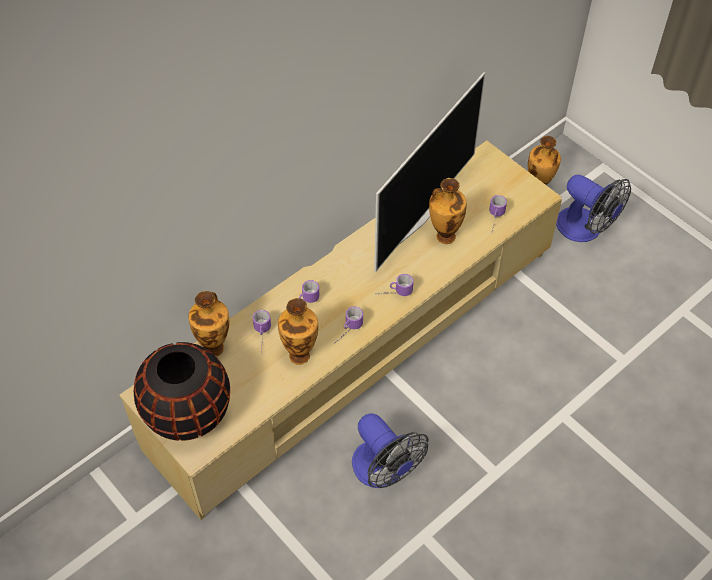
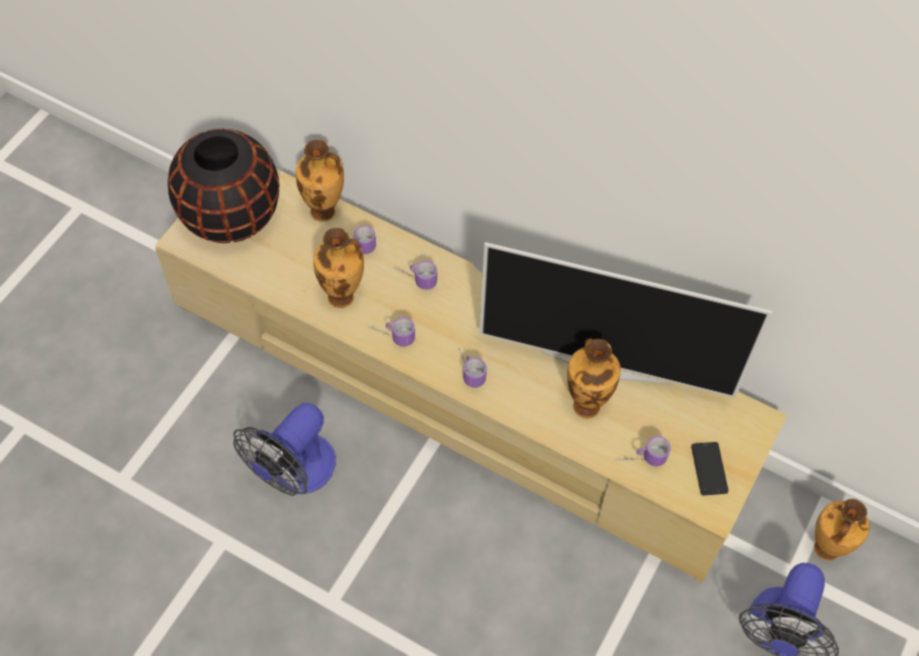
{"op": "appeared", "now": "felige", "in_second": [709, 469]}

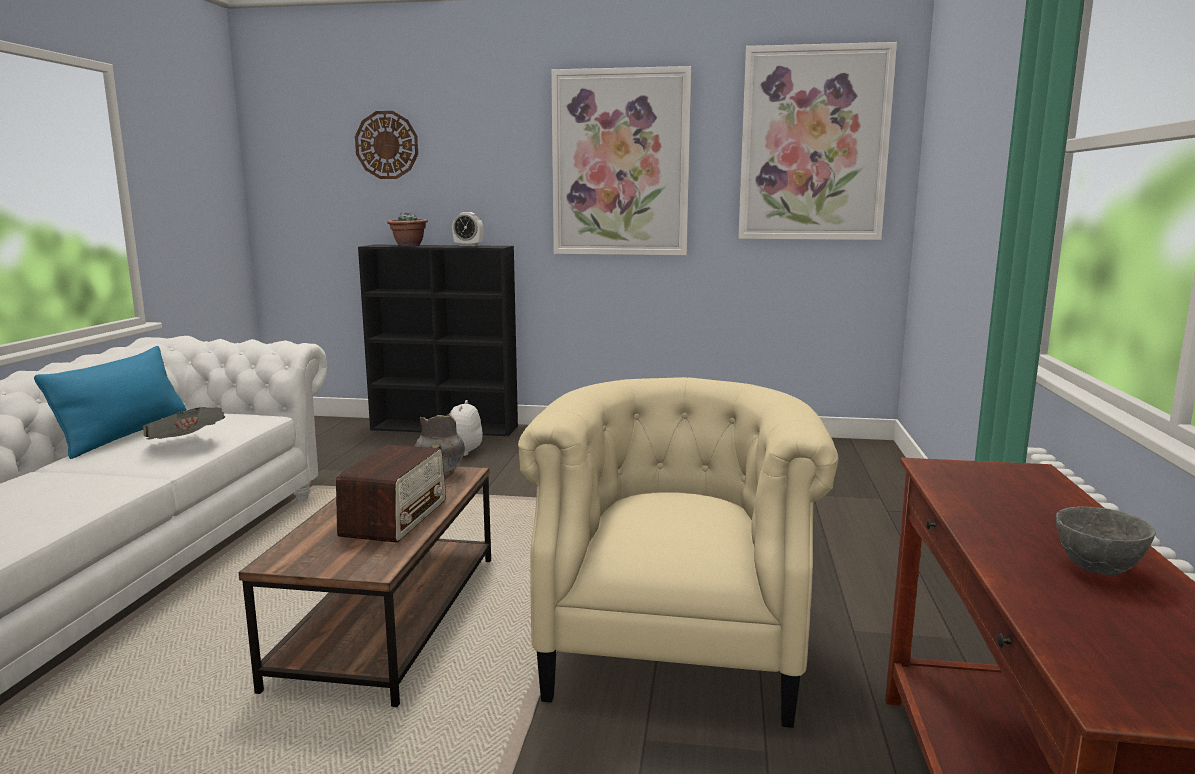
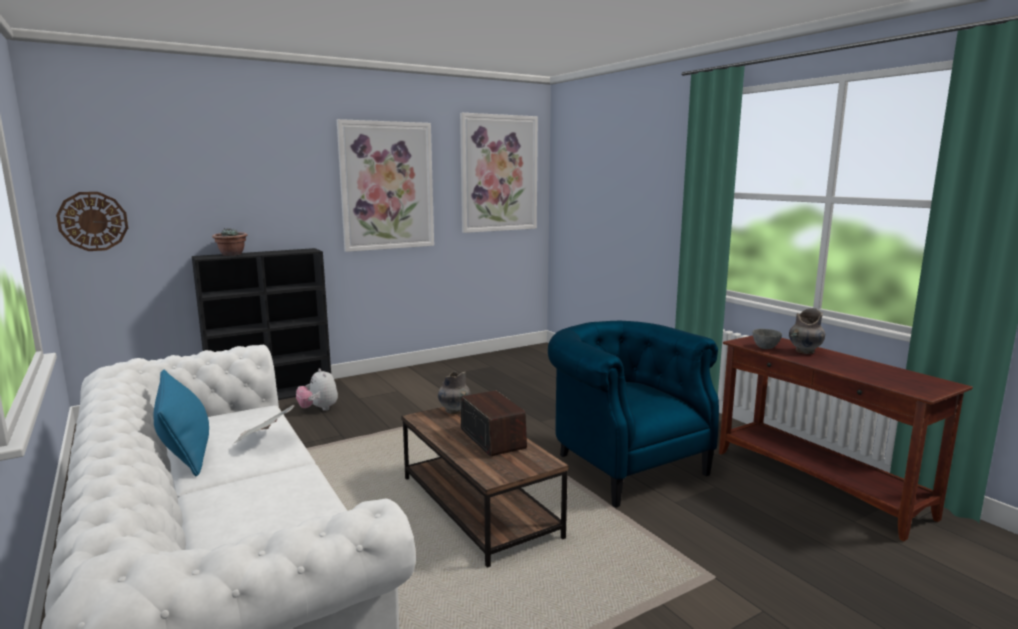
{"op": "relocated", "was": "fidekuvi", "in_first": [387, 145], "in_second": [93, 221]}
{"op": "missing", "was": "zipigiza", "in_first": [468, 246]}
{"op": "colour", "was": "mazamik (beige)", "now": "mazamik (blue)", "in_first": [674, 646], "in_second": [622, 464]}
{"op": "relocated", "was": "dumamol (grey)", "in_first": [1099, 570], "in_second": [766, 348]}
{"op": "appeared", "now": "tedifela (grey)", "in_second": [804, 351]}

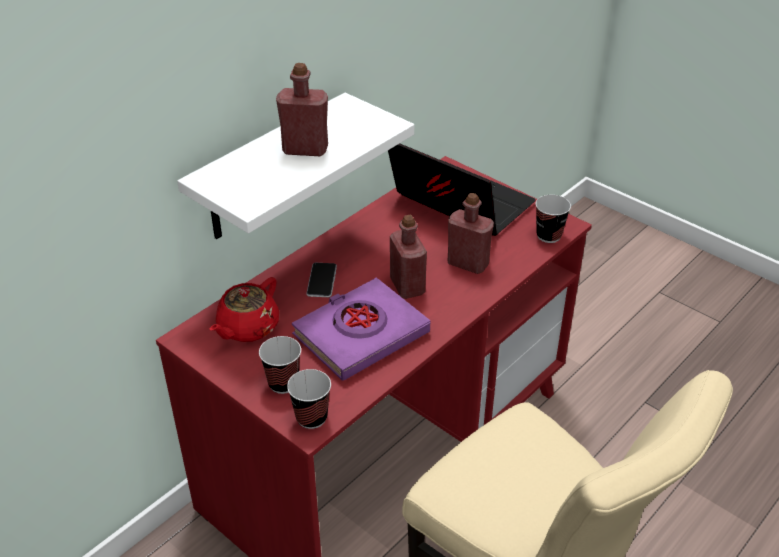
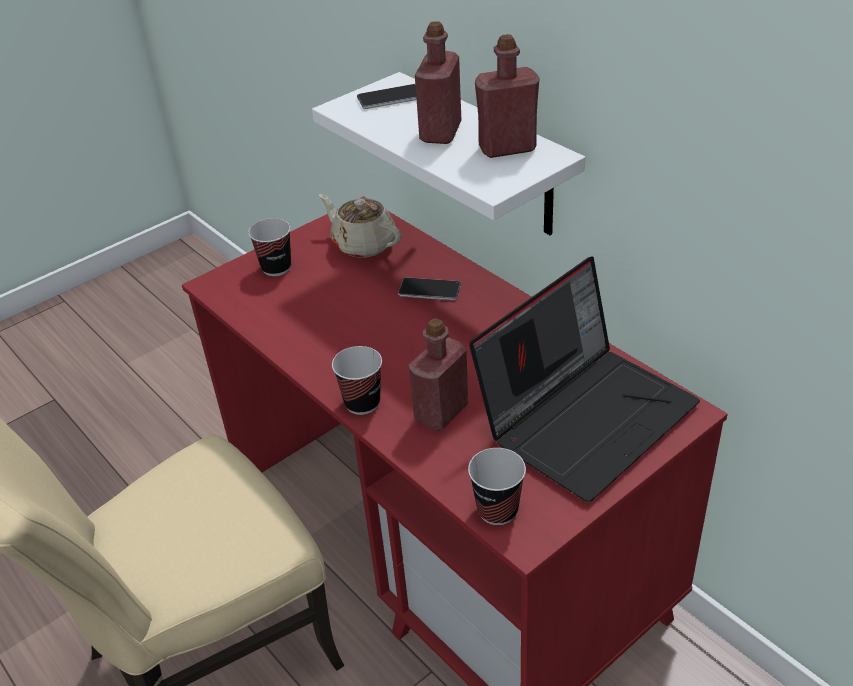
{"op": "colour", "was": "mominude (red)", "now": "mominude (beige)", "in_first": [247, 328], "in_second": [363, 244]}
{"op": "relocated", "was": "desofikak", "in_first": [311, 417], "in_second": [362, 403]}
{"op": "missing", "was": "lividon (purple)", "in_first": [360, 334]}
{"op": "relocated", "was": "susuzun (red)", "in_first": [407, 286], "in_second": [507, 148]}
{"op": "appeared", "now": "felige", "in_second": [390, 98]}

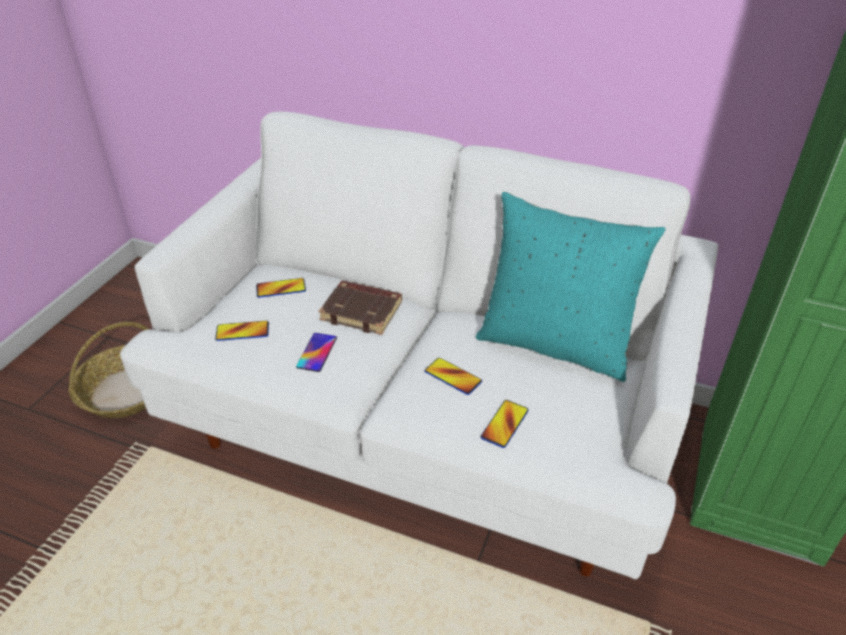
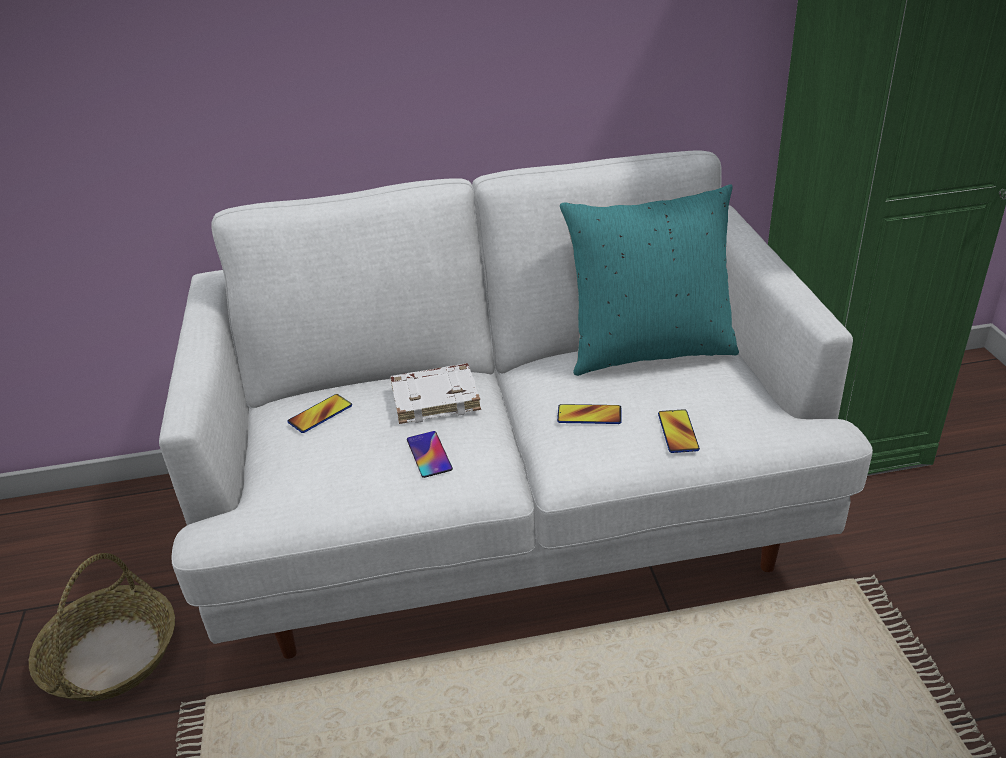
{"op": "missing", "was": "felige", "in_first": [242, 332]}
{"op": "colour", "was": "lividon (brown)", "now": "lividon (white)", "in_first": [363, 311], "in_second": [436, 398]}

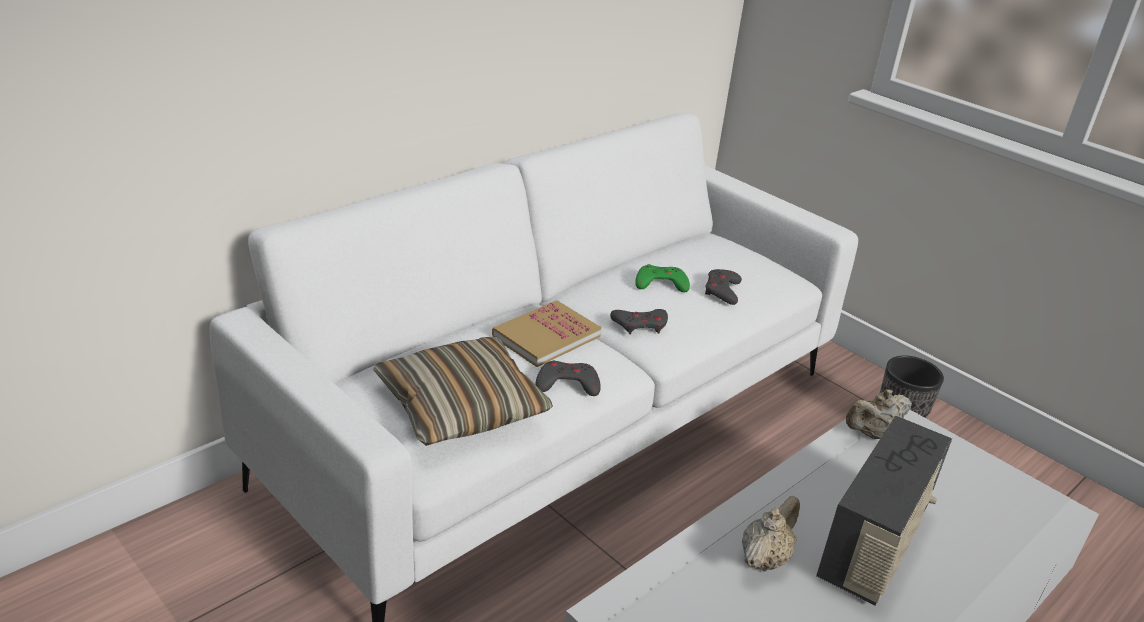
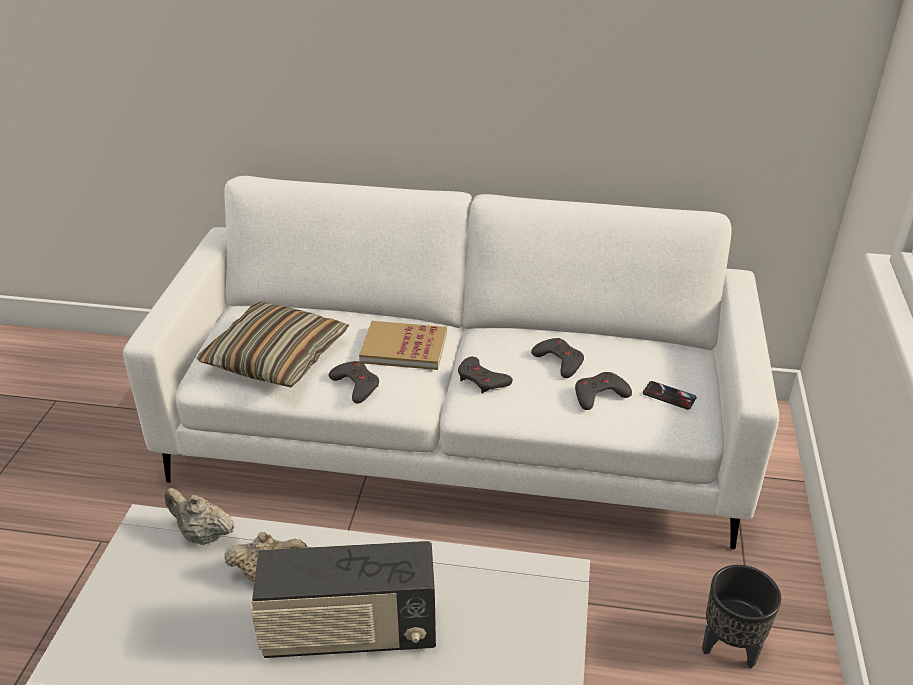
{"op": "colour", "was": "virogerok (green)", "now": "virogerok (grey)", "in_first": [660, 283], "in_second": [559, 361]}
{"op": "relocated", "was": "mominude (beige)", "in_first": [872, 434], "in_second": [203, 535]}
{"op": "appeared", "now": "felige", "in_second": [669, 396]}

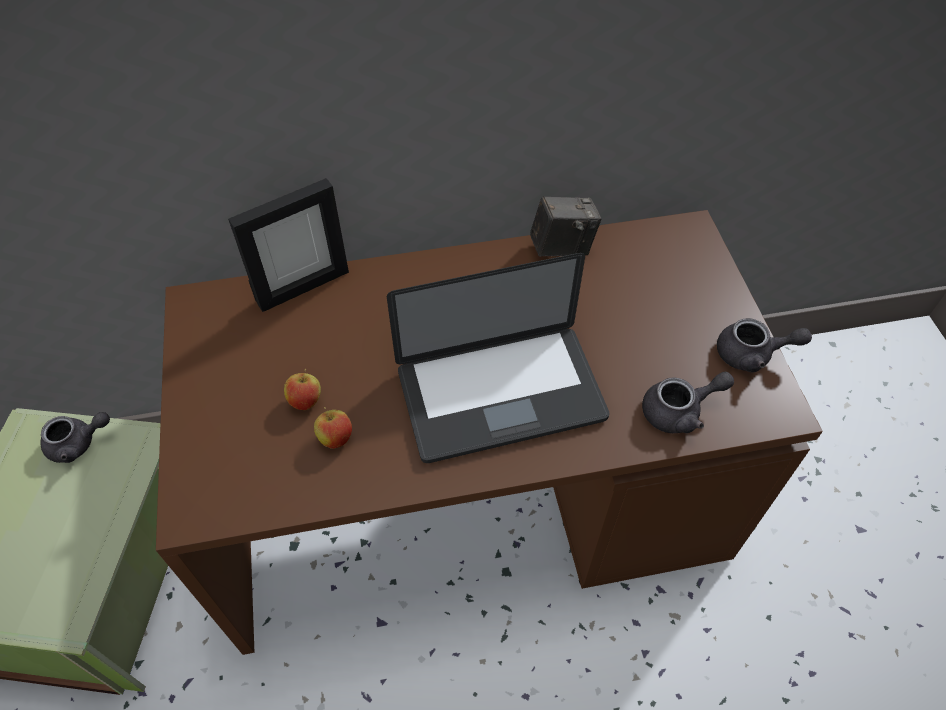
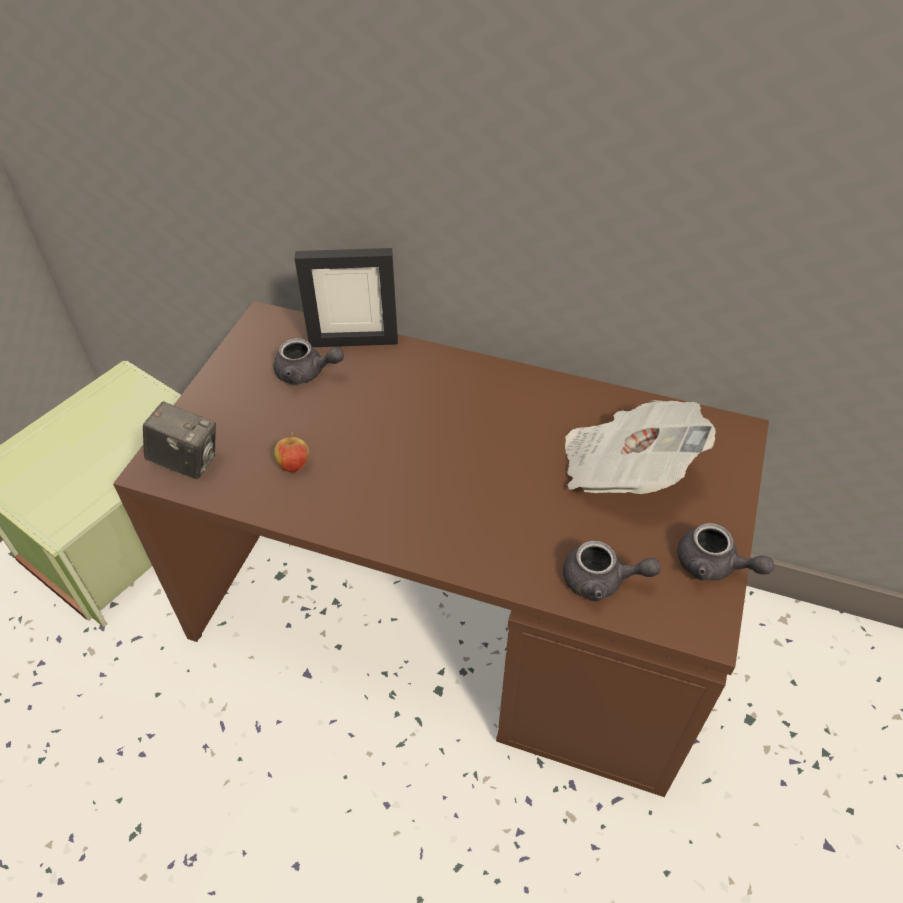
{"op": "relocated", "was": "mominude (grey)", "in_first": [78, 443], "in_second": [306, 373]}
{"op": "missing", "was": "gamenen", "in_first": [306, 401]}
{"op": "missing", "was": "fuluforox", "in_first": [500, 394]}
{"op": "relocated", "was": "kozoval", "in_first": [561, 247], "in_second": [187, 461]}
{"op": "appeared", "now": "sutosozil", "in_second": [625, 469]}

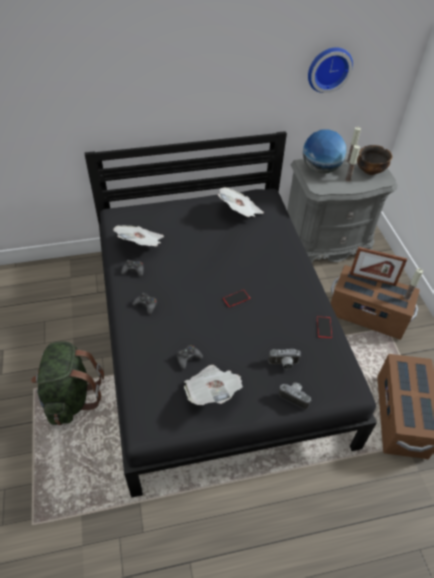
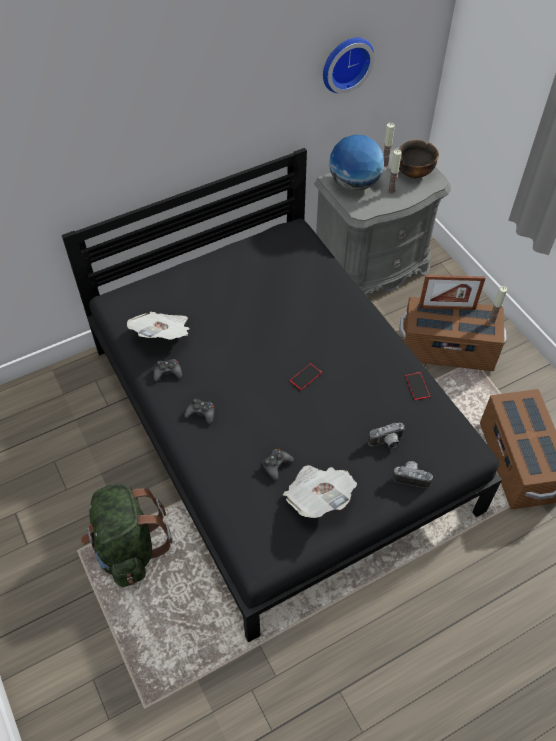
{"op": "missing", "was": "sutosozil", "in_first": [240, 212]}

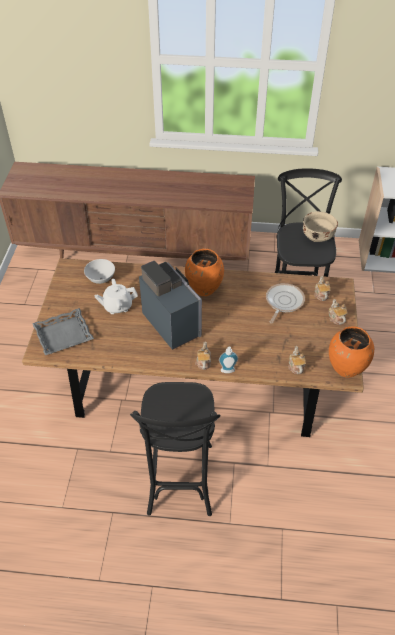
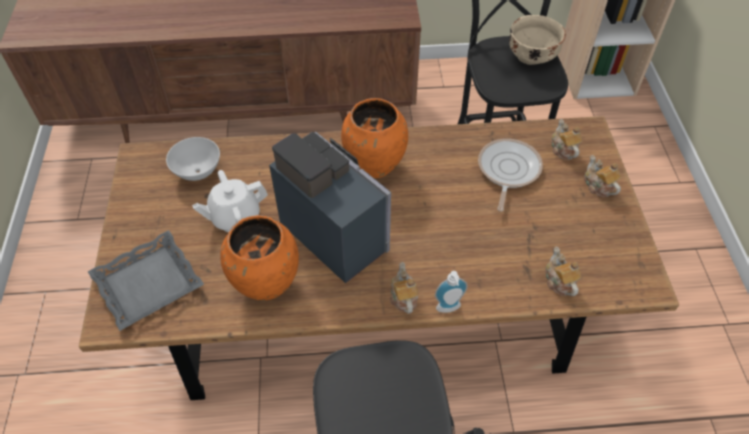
{"op": "relocated", "was": "tedifela (orange)", "in_first": [346, 370], "in_second": [267, 286]}

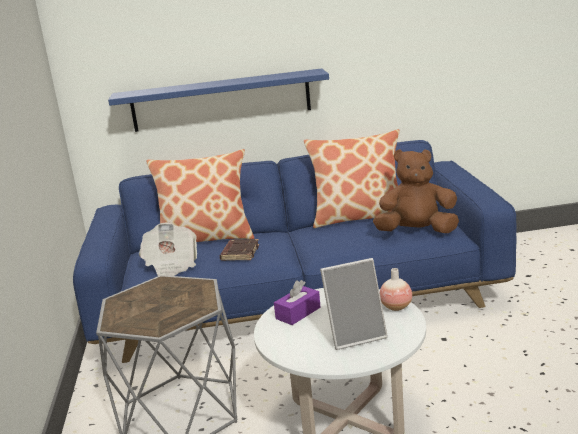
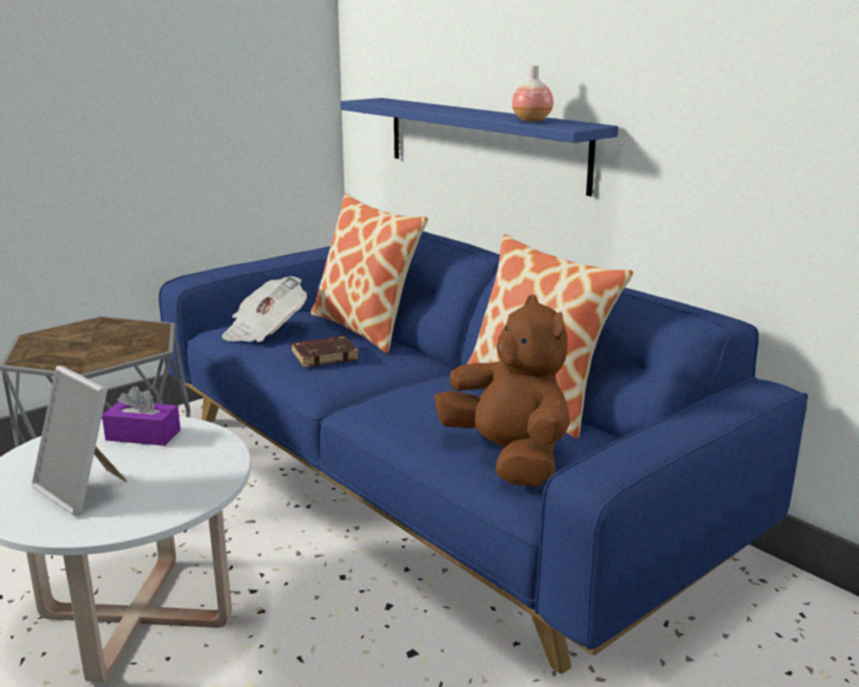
{"op": "relocated", "was": "tedifela", "in_first": [396, 307], "in_second": [531, 120]}

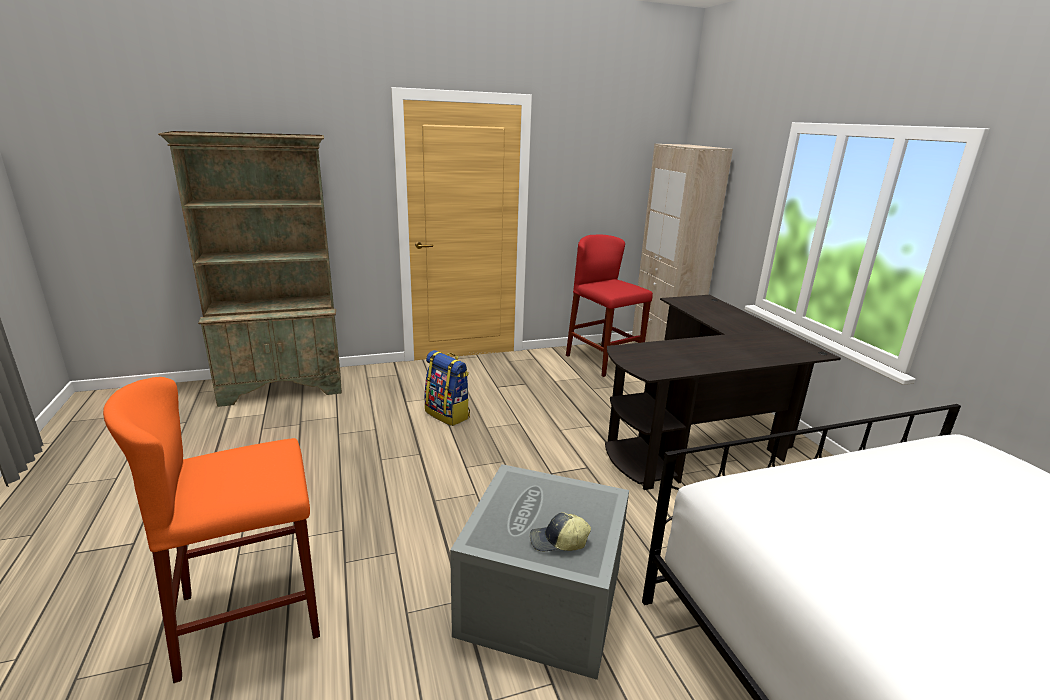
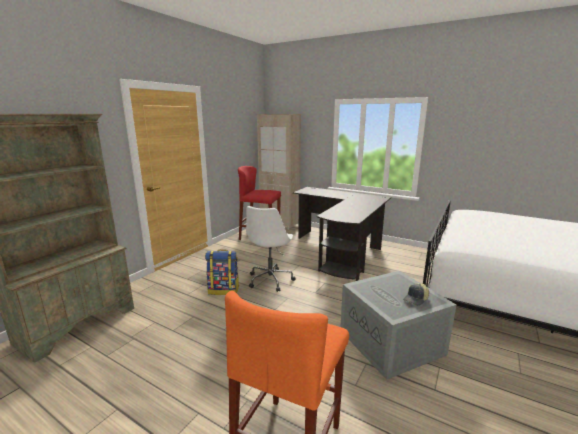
{"op": "appeared", "now": "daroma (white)", "in_second": [270, 281]}

